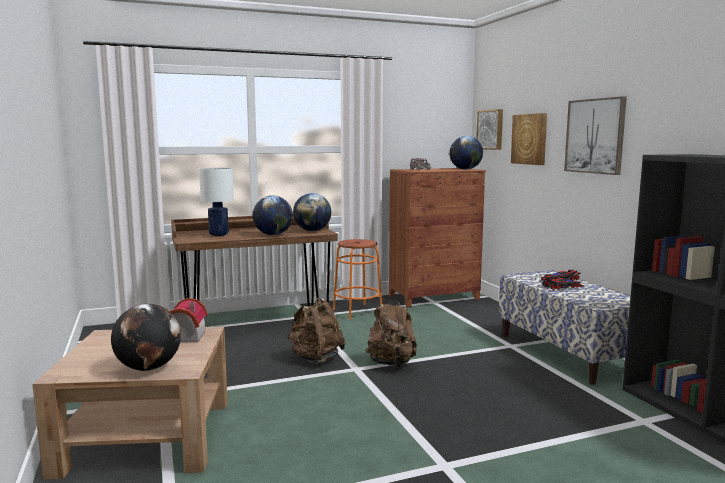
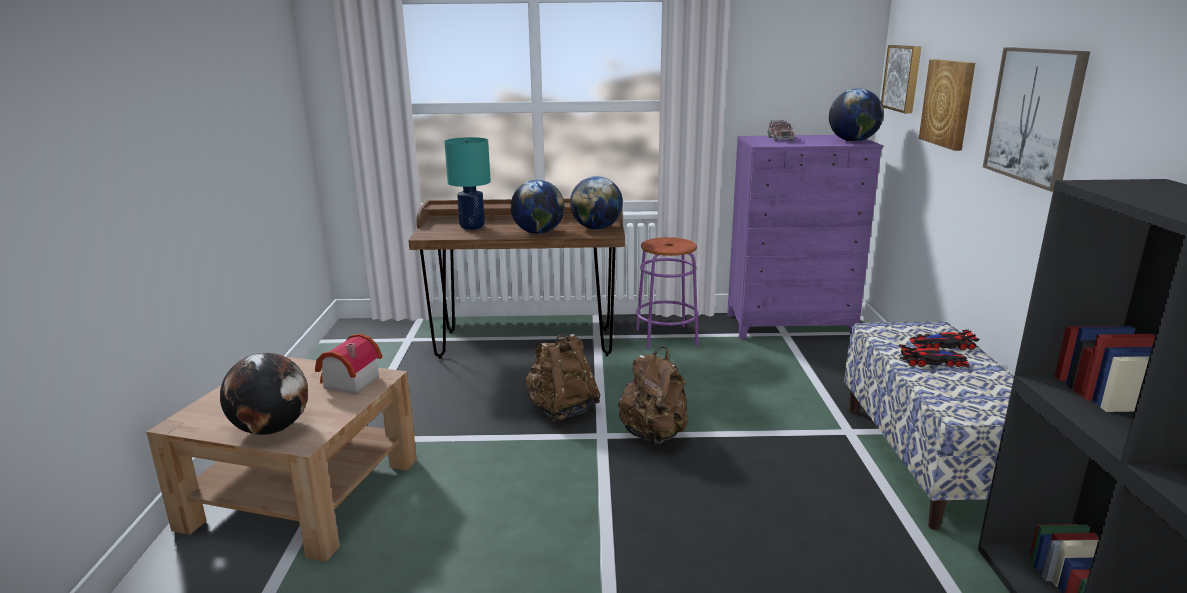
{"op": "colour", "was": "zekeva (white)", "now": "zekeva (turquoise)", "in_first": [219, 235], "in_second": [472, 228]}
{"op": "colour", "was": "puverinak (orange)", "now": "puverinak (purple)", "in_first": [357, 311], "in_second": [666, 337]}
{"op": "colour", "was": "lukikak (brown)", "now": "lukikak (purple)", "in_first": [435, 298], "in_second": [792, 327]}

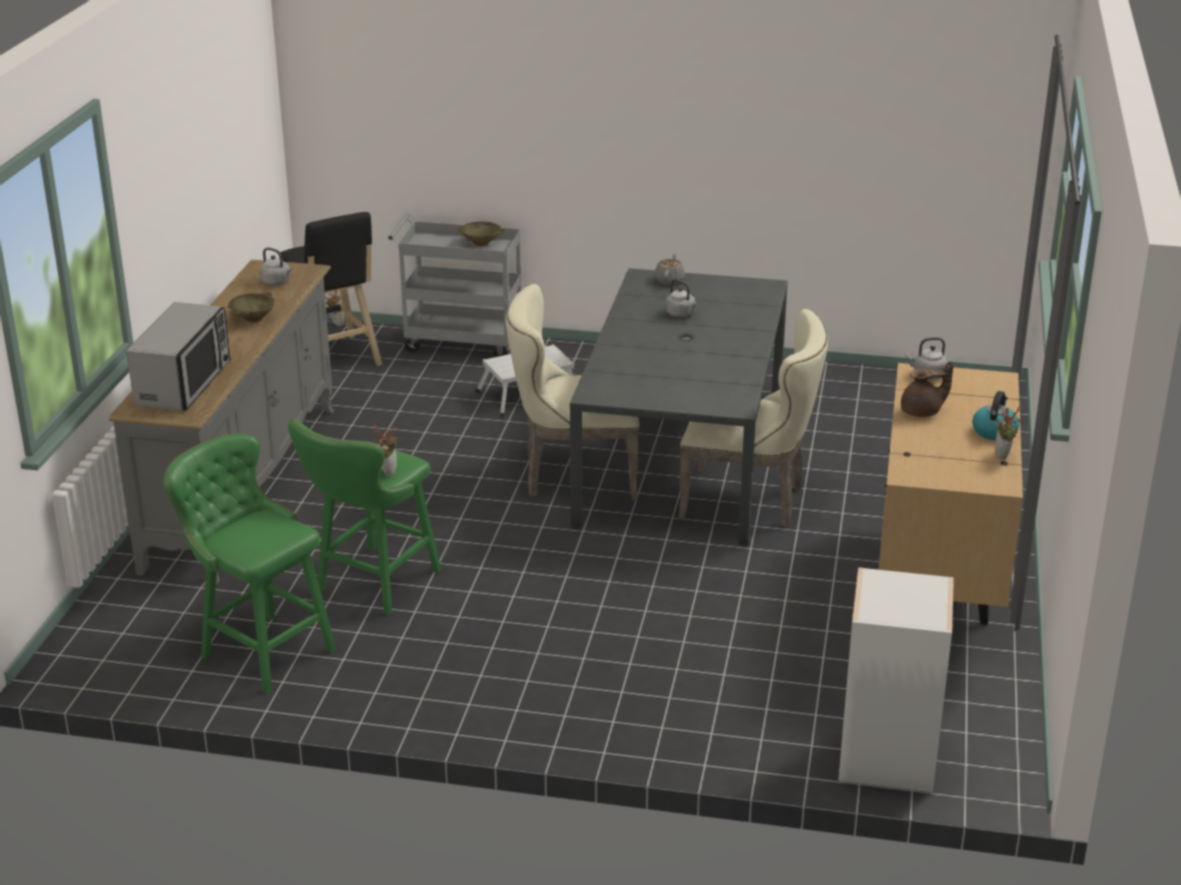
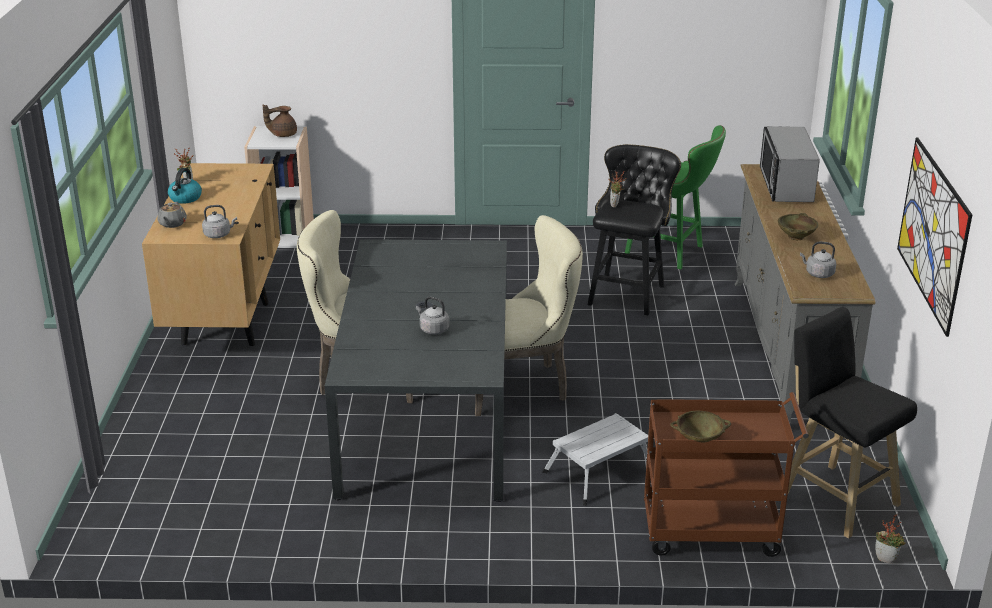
{"op": "colour", "was": "puverinak (green)", "now": "puverinak (black)", "in_first": [370, 587], "in_second": [629, 290]}
{"op": "colour", "was": "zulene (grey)", "now": "zulene (brown)", "in_first": [459, 346], "in_second": [714, 537]}
{"op": "relocated", "was": "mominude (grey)", "in_first": [669, 280], "in_second": [172, 224]}
{"op": "relocated", "was": "mominude (brown)", "in_first": [922, 412], "in_second": [282, 134]}
{"op": "appeared", "now": "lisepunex", "in_second": [932, 233]}

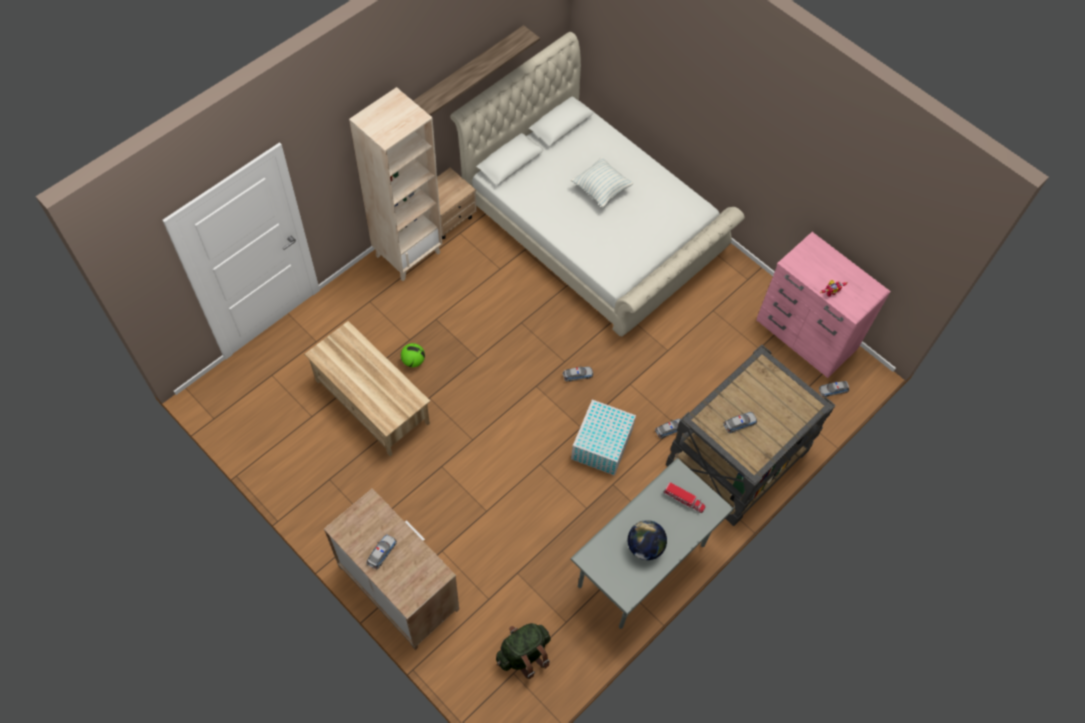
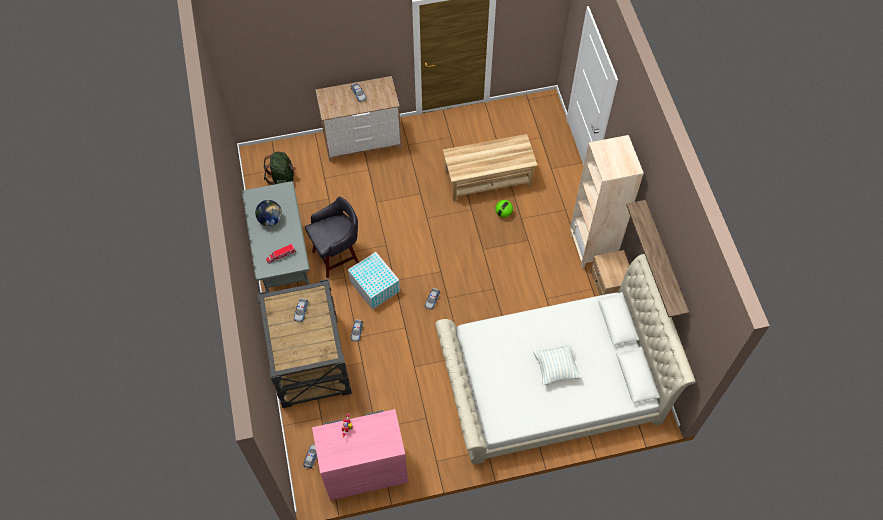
{"op": "appeared", "now": "puverinak (grey)", "in_second": [337, 256]}

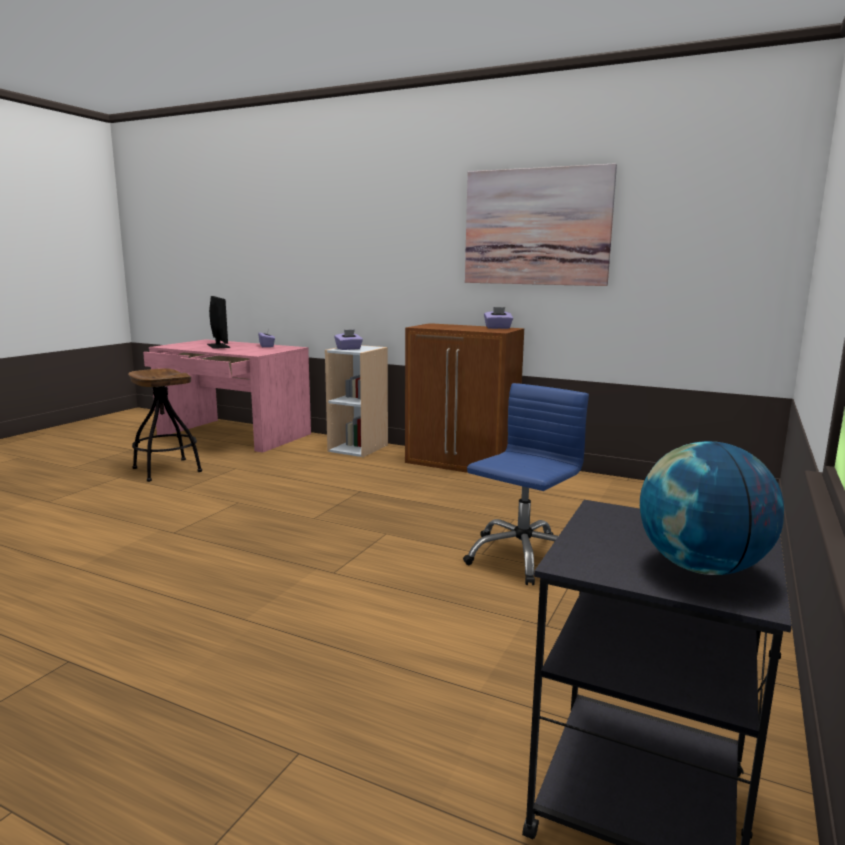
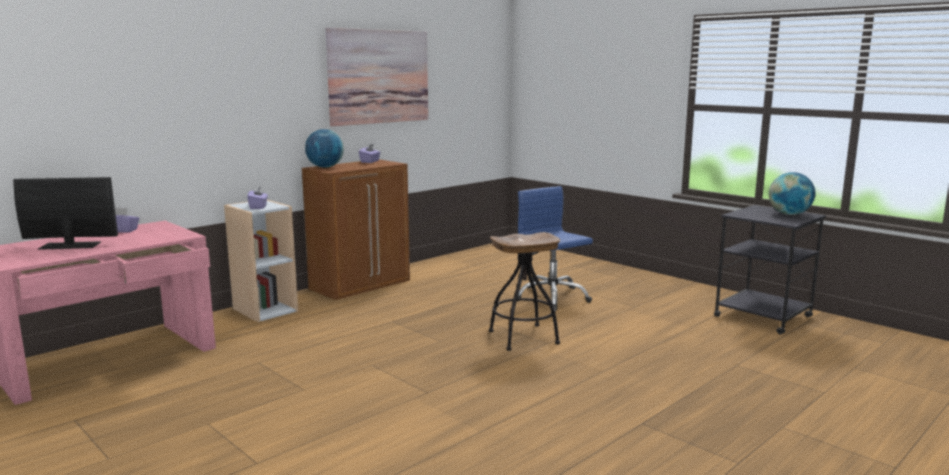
{"op": "relocated", "was": "puverinak (brown)", "in_first": [167, 469], "in_second": [523, 337]}
{"op": "appeared", "now": "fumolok", "in_second": [325, 167]}

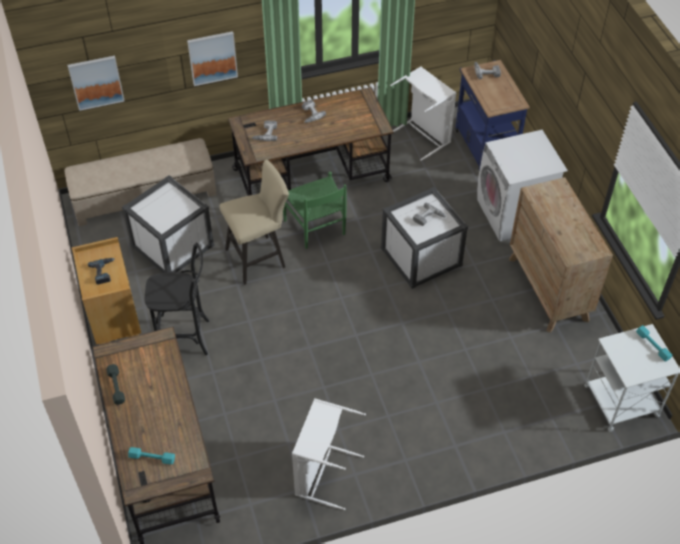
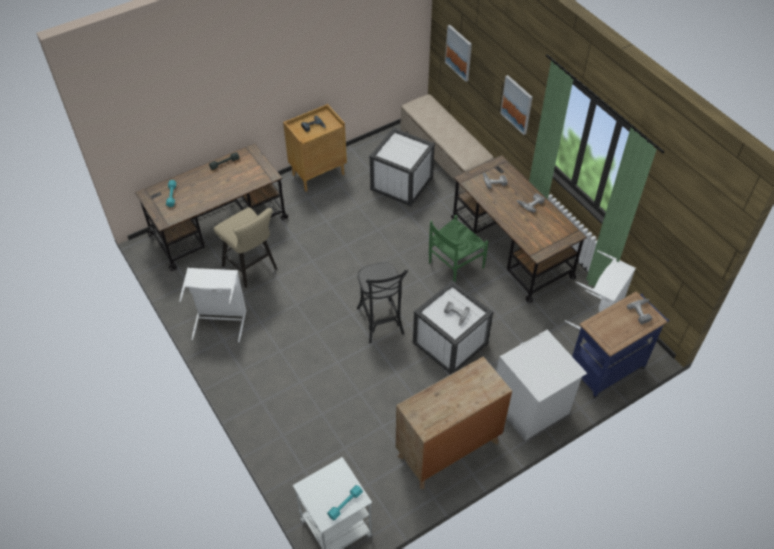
{"op": "relocated", "was": "puverinak (black)", "in_first": [185, 338], "in_second": [380, 323]}
{"op": "relocated", "was": "puverinak (beige)", "in_first": [259, 257], "in_second": [252, 269]}

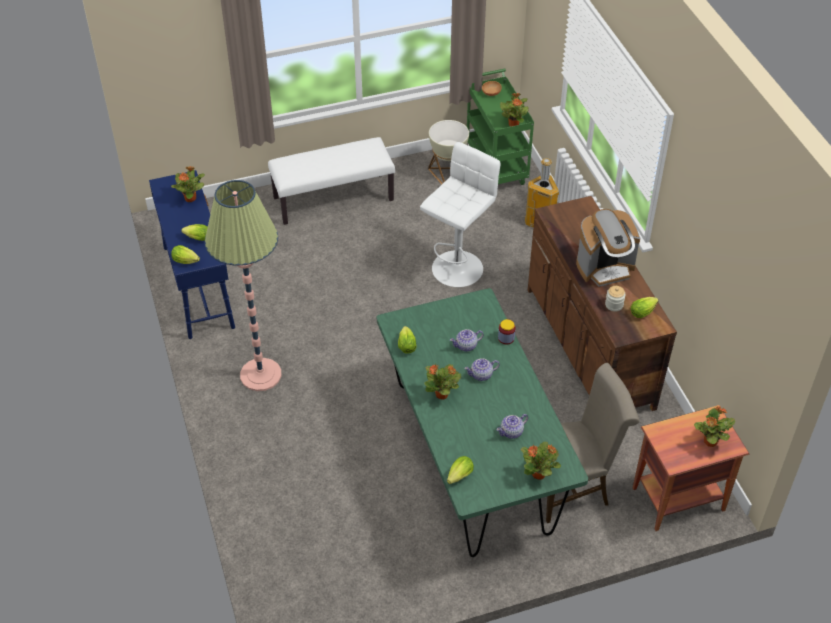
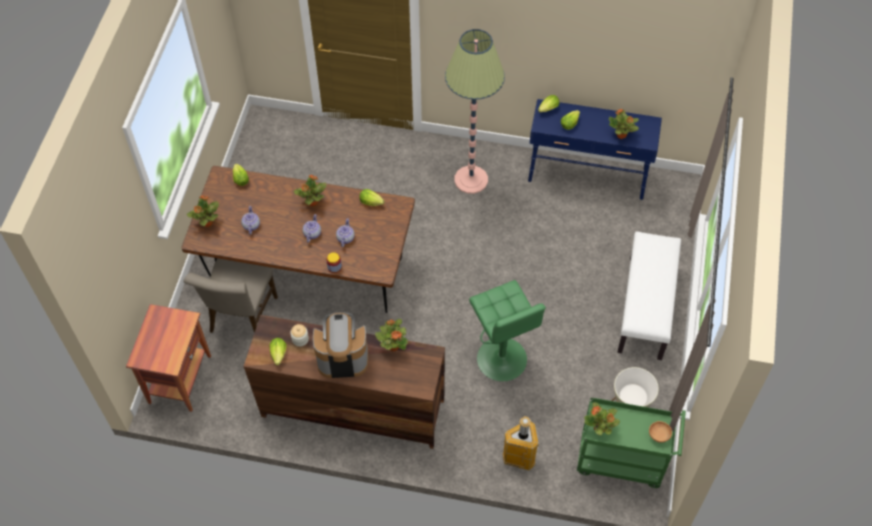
{"op": "colour", "was": "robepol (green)", "now": "robepol (brown)", "in_first": [474, 458], "in_second": [307, 271]}
{"op": "colour", "was": "puverinak (white)", "now": "puverinak (green)", "in_first": [458, 268], "in_second": [501, 359]}
{"op": "spun", "was": "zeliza", "in_first": [605, 268], "in_second": [342, 358], "clockwise": 75}
{"op": "relocated", "was": "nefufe", "in_first": [709, 442], "in_second": [393, 346]}

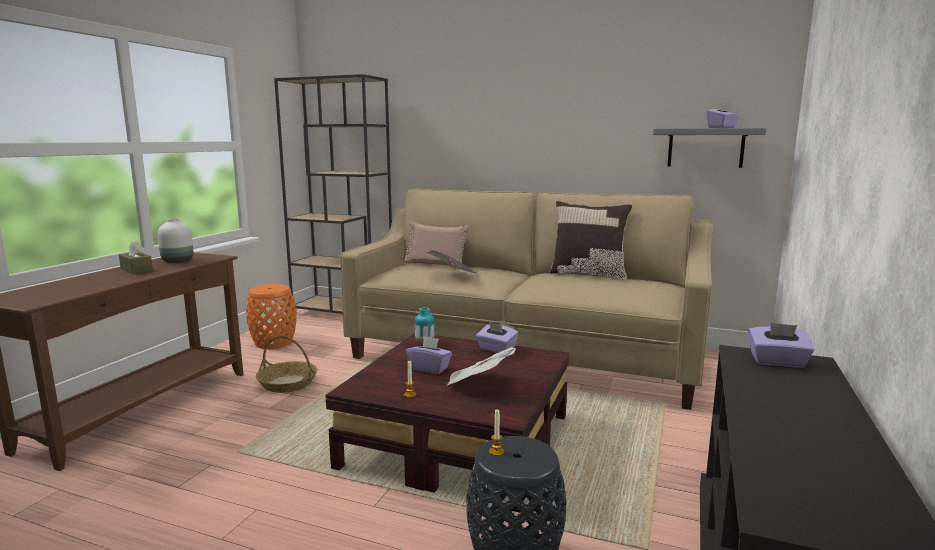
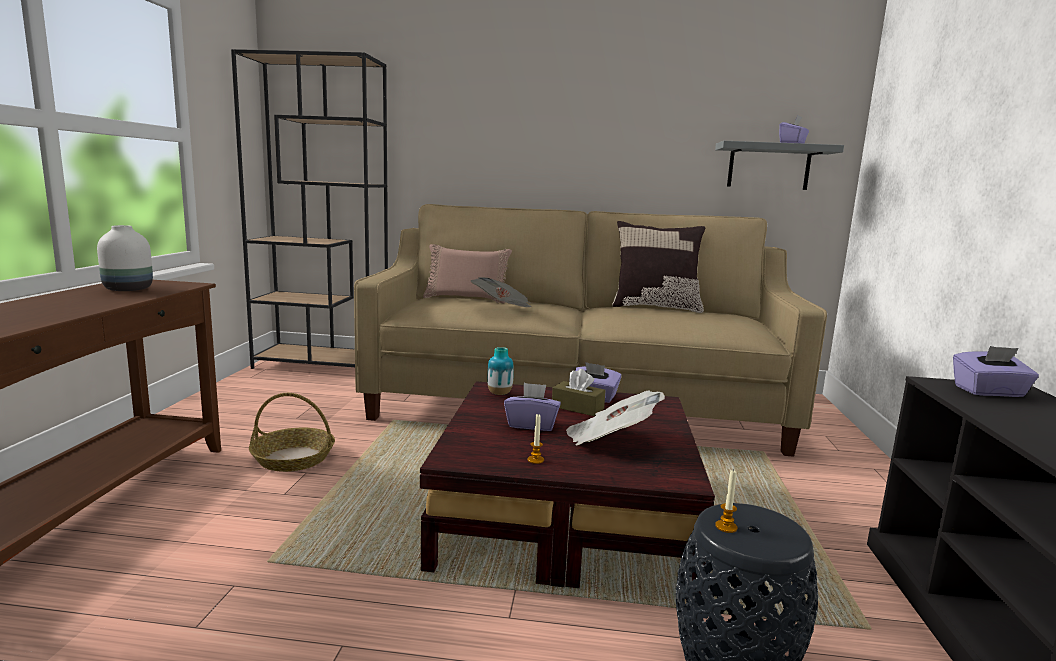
{"op": "relocated", "was": "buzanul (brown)", "in_first": [136, 270], "in_second": [577, 408]}
{"op": "missing", "was": "puverinak (orange)", "in_first": [273, 343]}

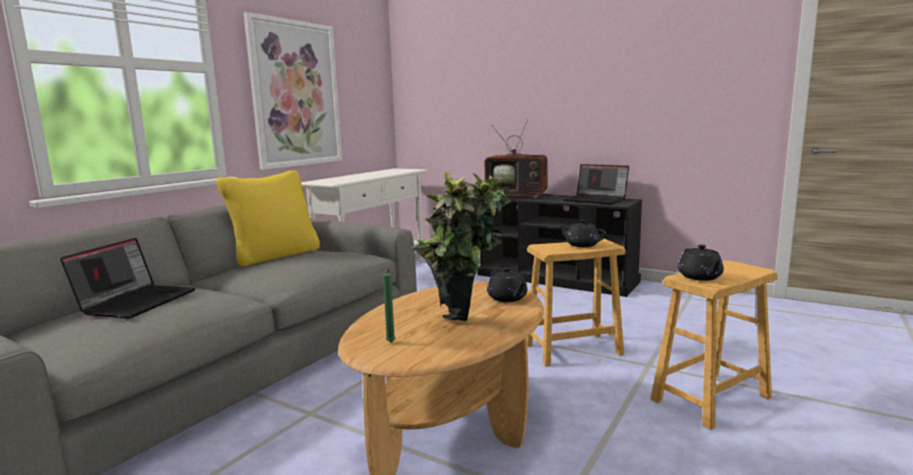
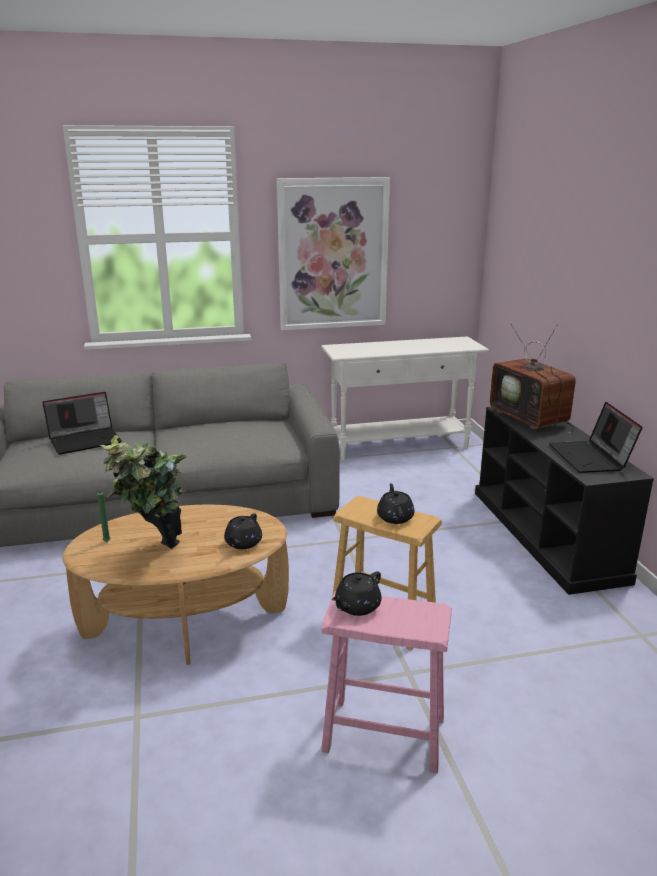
{"op": "missing", "was": "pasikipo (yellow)", "in_first": [275, 255]}
{"op": "colour", "was": "puverinak (brown)", "now": "puverinak (pink)", "in_first": [710, 398], "in_second": [384, 733]}

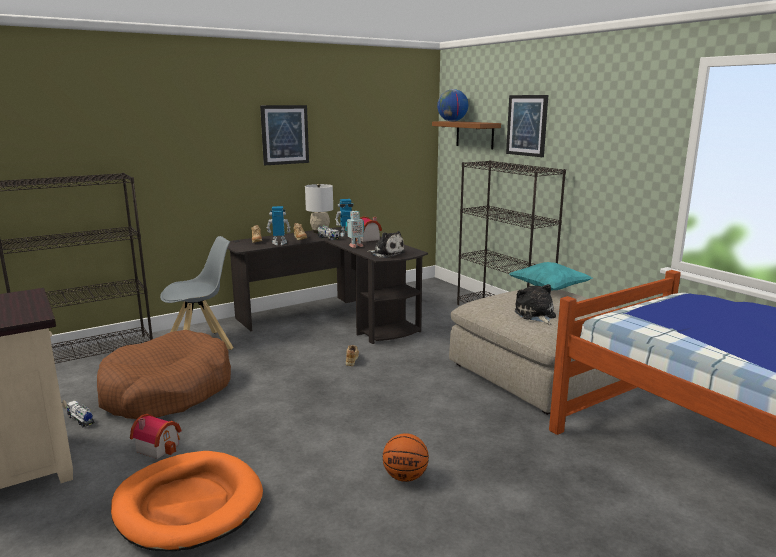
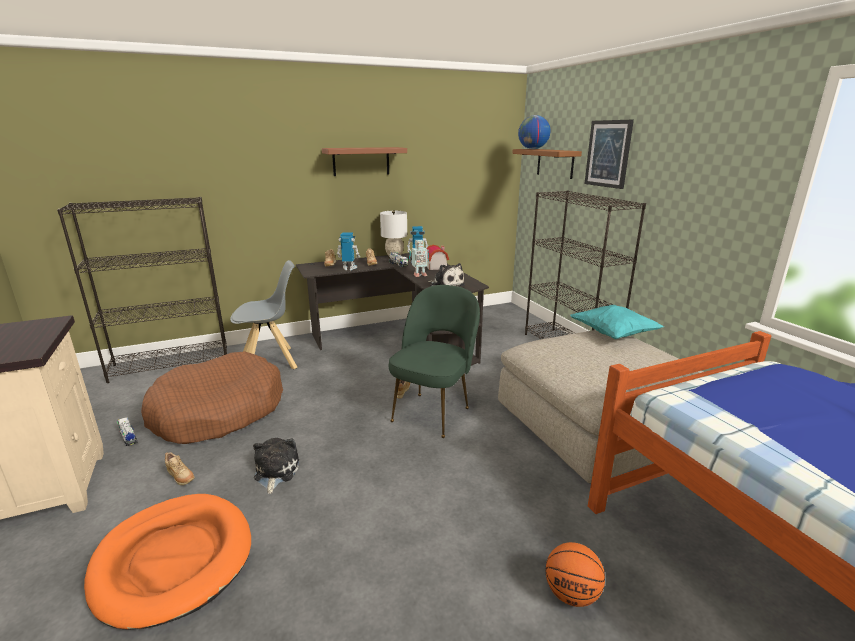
{"op": "exchanged", "was": "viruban", "now": "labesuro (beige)", "in_first": [158, 446], "in_second": [181, 478]}
{"op": "exchanged", "was": "lisepunex", "now": "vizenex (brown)", "in_first": [284, 134], "in_second": [361, 161]}
{"op": "relocated", "was": "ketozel", "in_first": [405, 477], "in_second": [571, 594]}
{"op": "relocated", "was": "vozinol", "in_first": [535, 315], "in_second": [275, 472]}
{"op": "appeared", "now": "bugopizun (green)", "in_second": [434, 411]}

